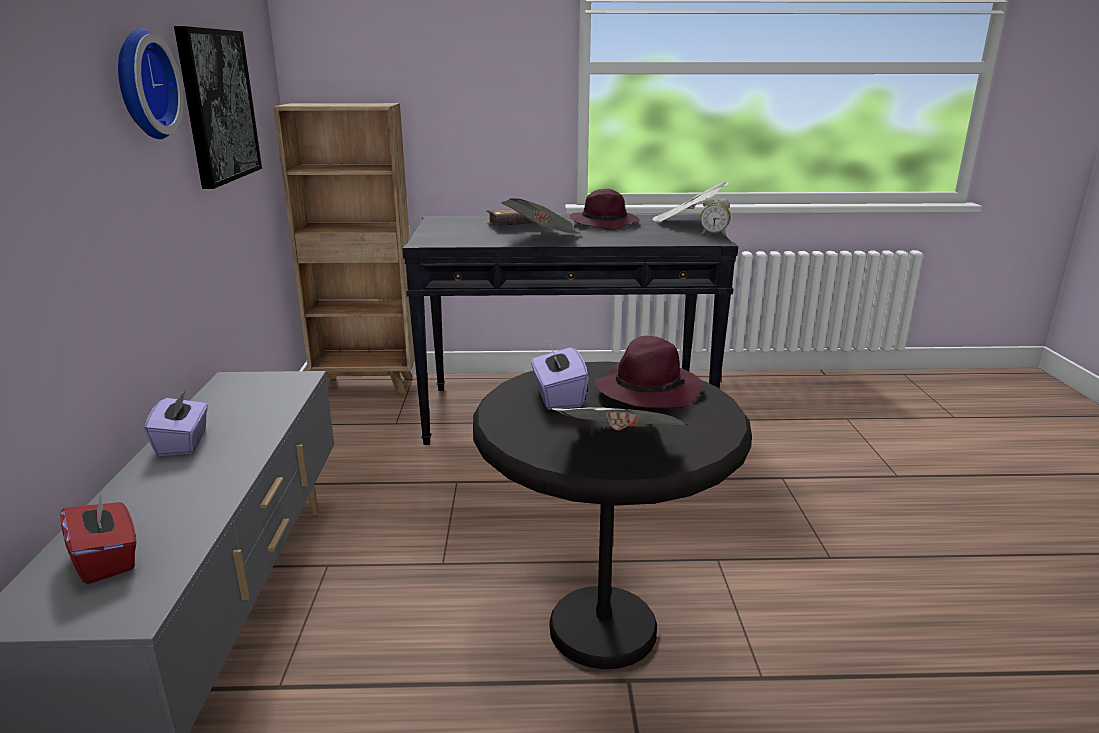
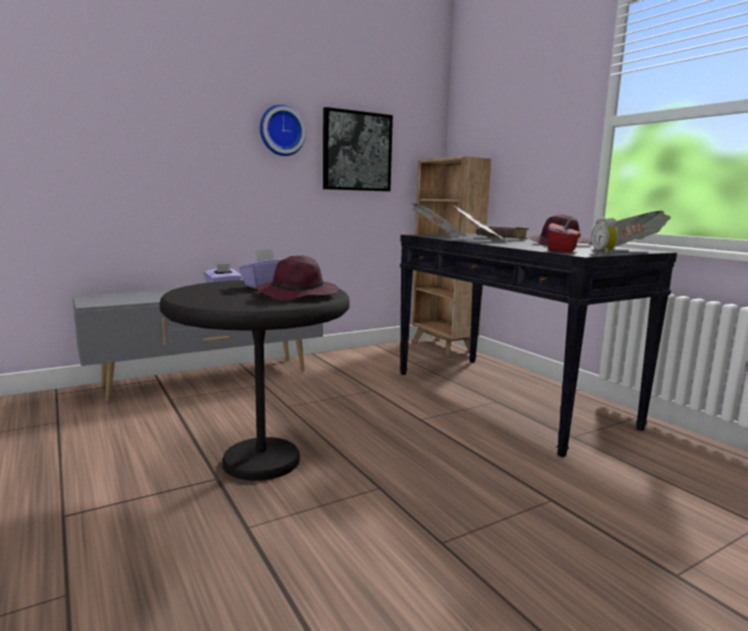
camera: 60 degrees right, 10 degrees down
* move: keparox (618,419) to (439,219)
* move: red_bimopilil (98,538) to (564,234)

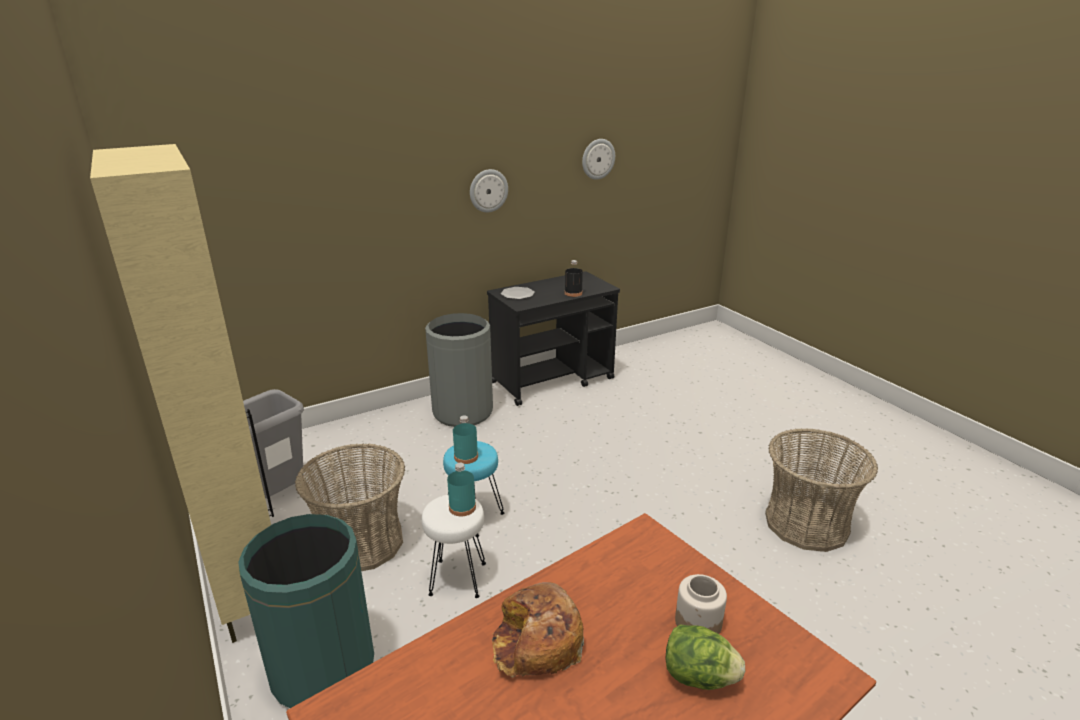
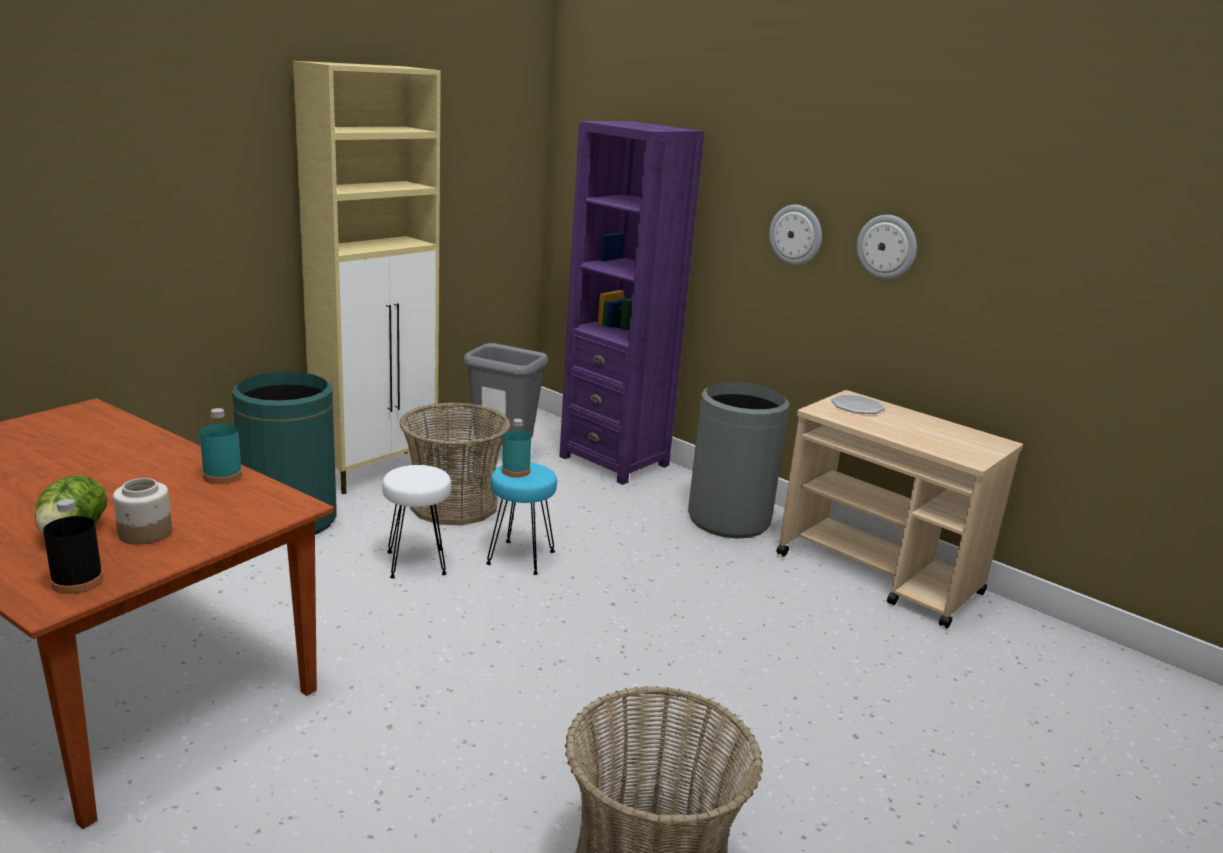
camera: 70 degrees right, 5 degrees down
* move: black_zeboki (574,278) to (73,546)
* move: turquoise_zeboki (461,489) to (221,446)
* insert: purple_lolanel (631,303)
* move: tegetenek (598,159) to (795,235)
* recolor: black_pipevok (553,338) to beige_pipevok (899,509)
* delete: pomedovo (538,630)

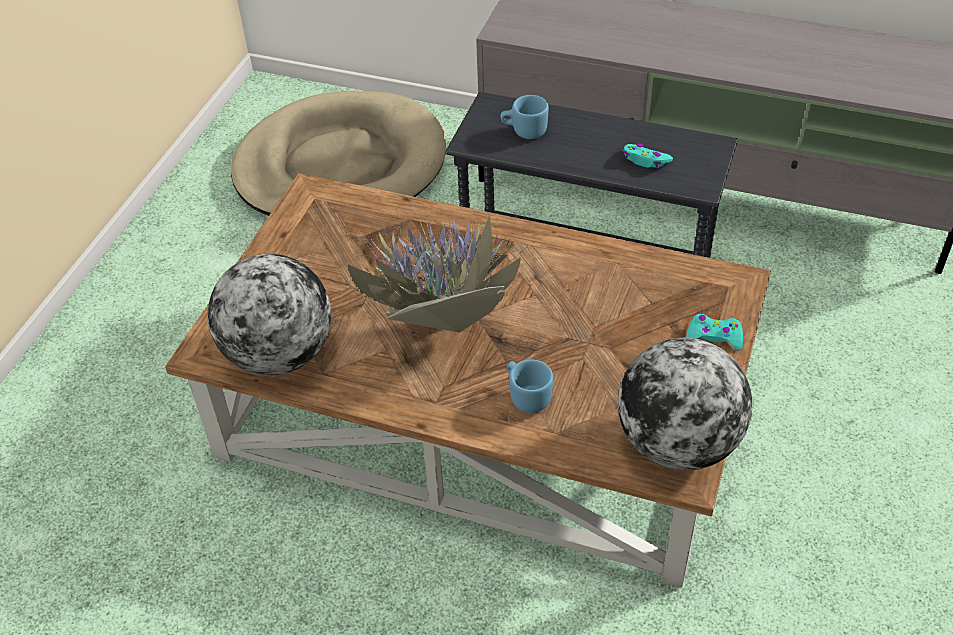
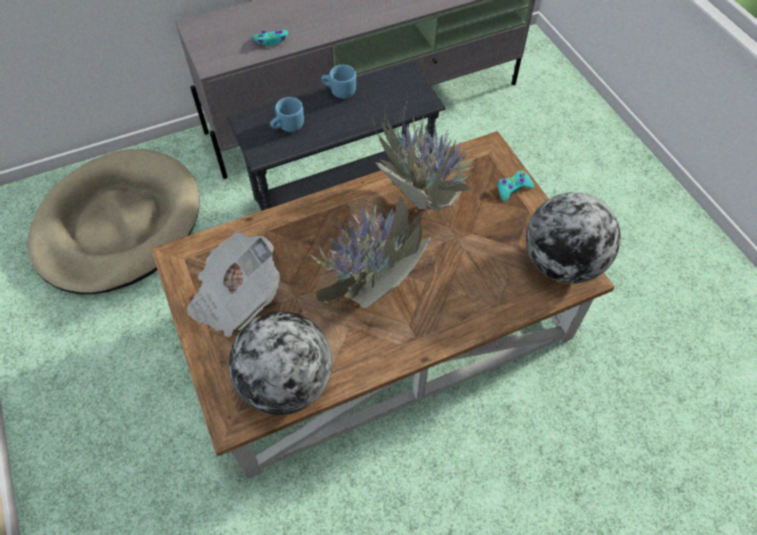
camera: 45 degrees left, 10 degrees up
* insert: keparox (233,284)
* move: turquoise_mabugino (648,155) to (270,38)
* move: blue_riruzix (530,386) to (338,82)
* insert: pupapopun (427,154)

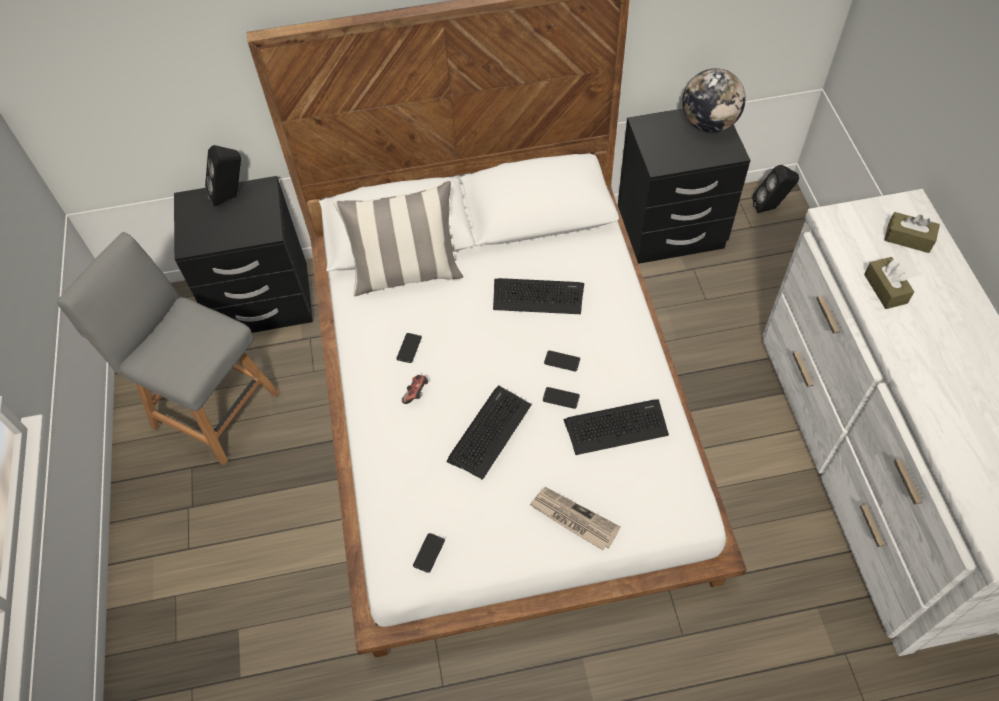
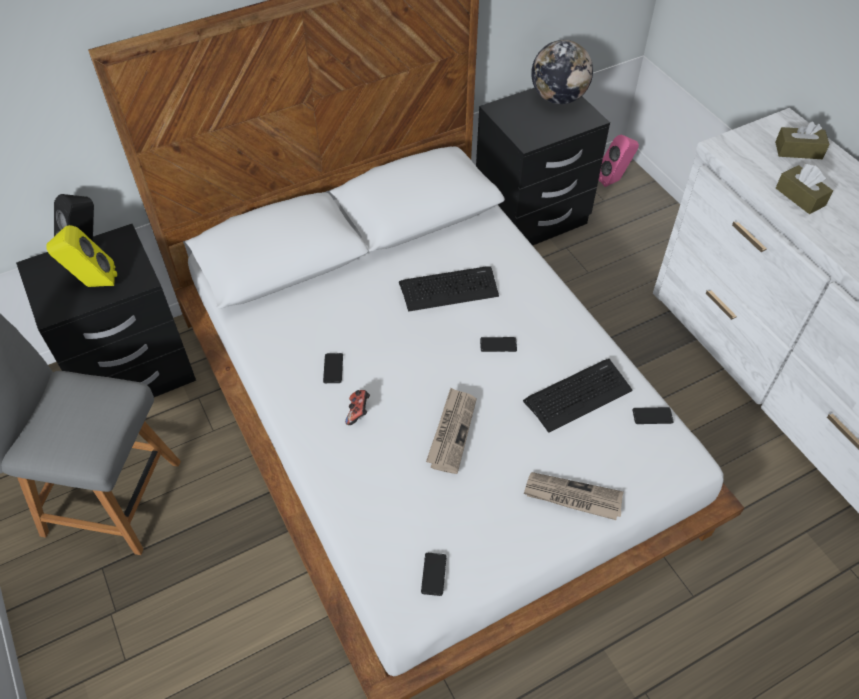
camera: 20 degrees left, 5 degrees down
* insert: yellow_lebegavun (81,256)
* replace: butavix (489,432) to keparox (451,431)
* recolor: black_lebegavun (776,189) to pink_lebegavun (619,160)
* move: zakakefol (561,398) to (653,415)
* delete: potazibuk (398,238)

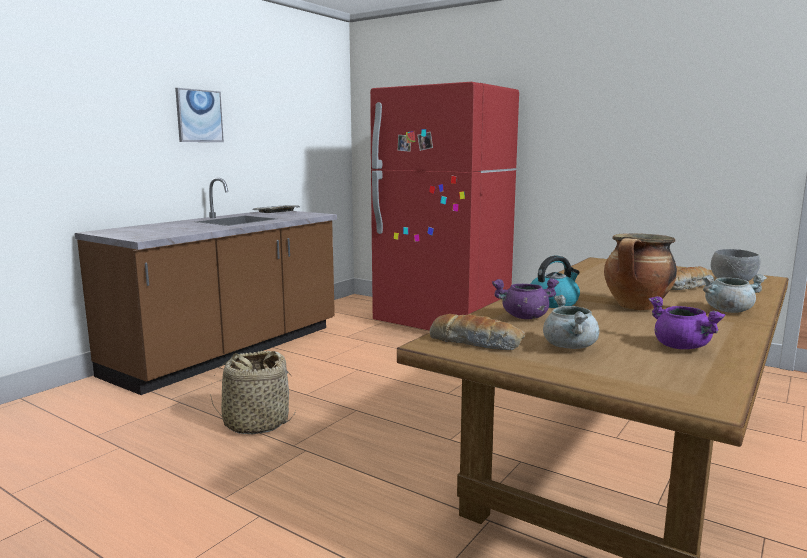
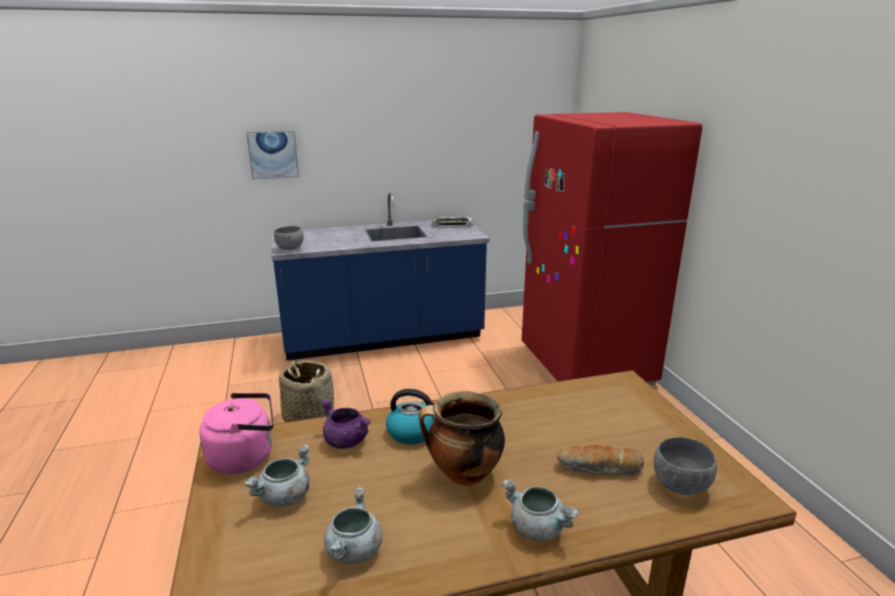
camera: 40 degrees right, 10 degrees up
* replace: pomedovo (477,332) to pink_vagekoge (236,433)
* move: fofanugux (199,115) to (272,154)
* recolor: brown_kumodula (206,286) to blue_kumodula (380,277)
* insert: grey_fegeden (289,238)
* recolor: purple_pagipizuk (687,322) to grey_pagipizuk (353,525)

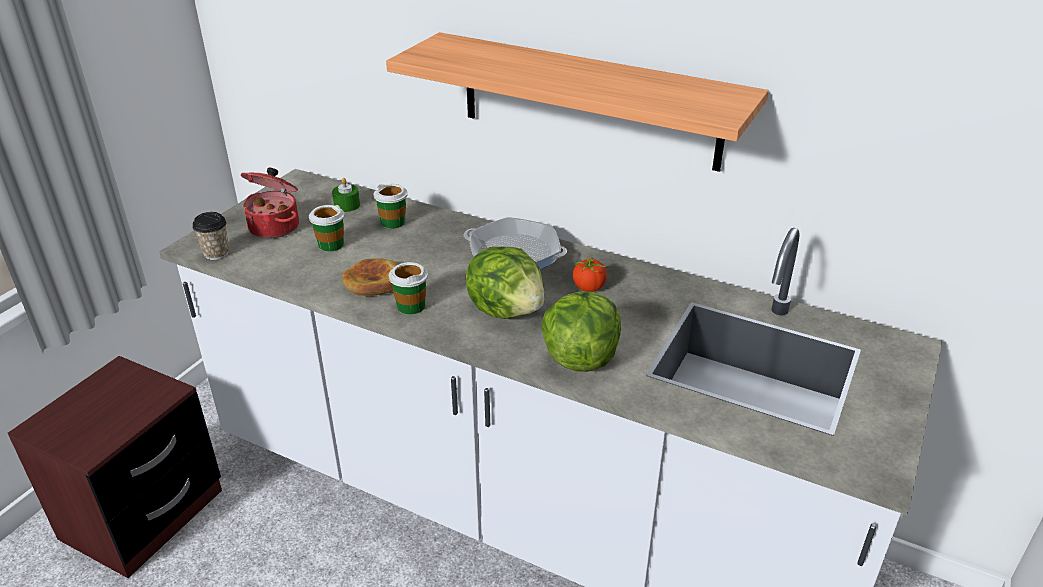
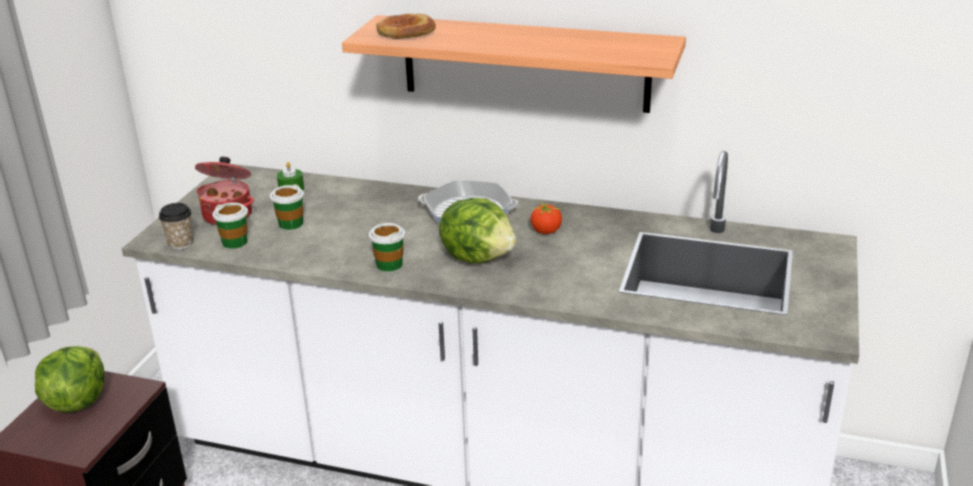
camera: 10 degrees left, 5 degrees down
* move: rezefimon (581,332) to (70,379)
* move: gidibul (391,206) to (230,225)
* move: pomedovo (370,277) to (406,26)

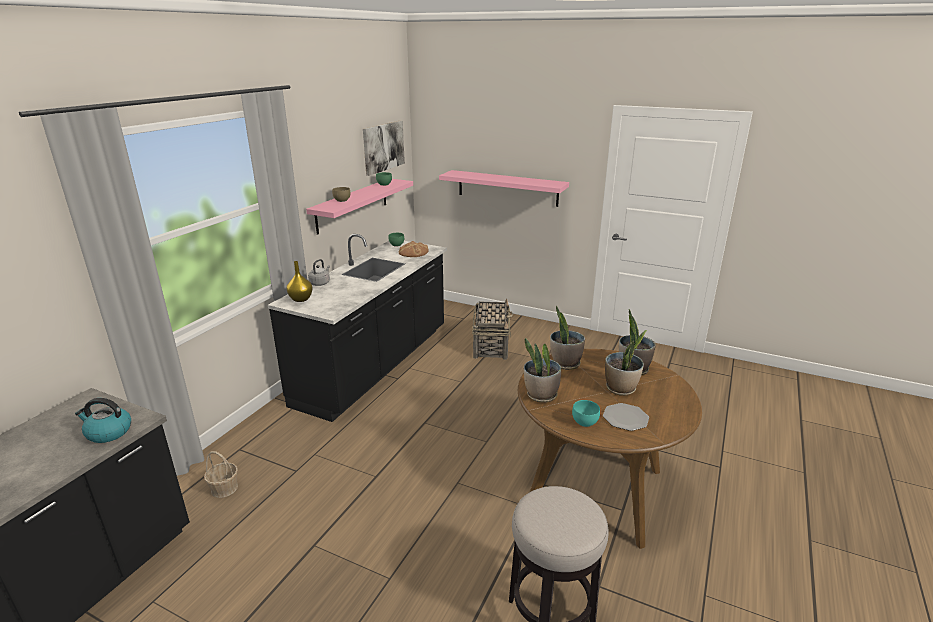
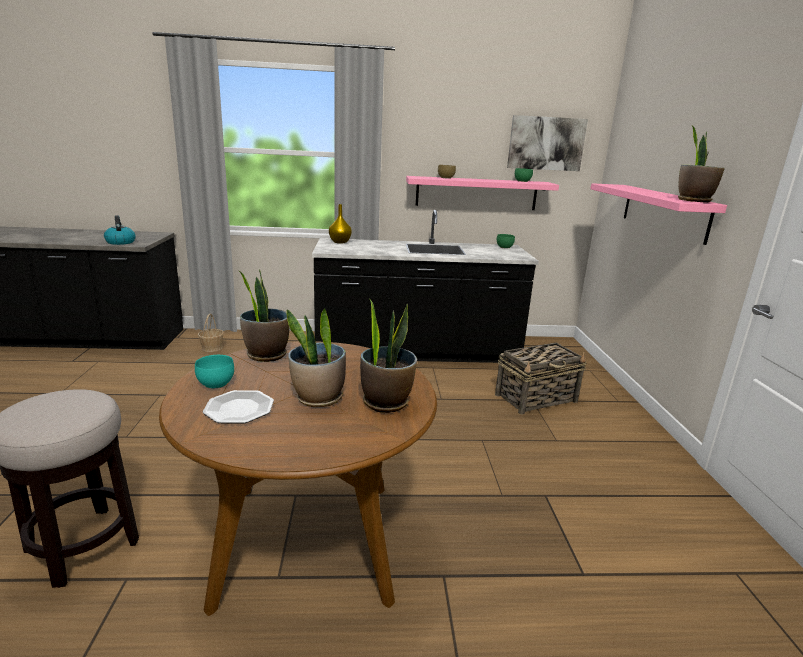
camera: 60 degrees right, 5 degrees down
* move: pupapopun (567,338) to (701,164)
* delete: grey_vagekoge (319,272)
* delete: pomedovo (414,249)

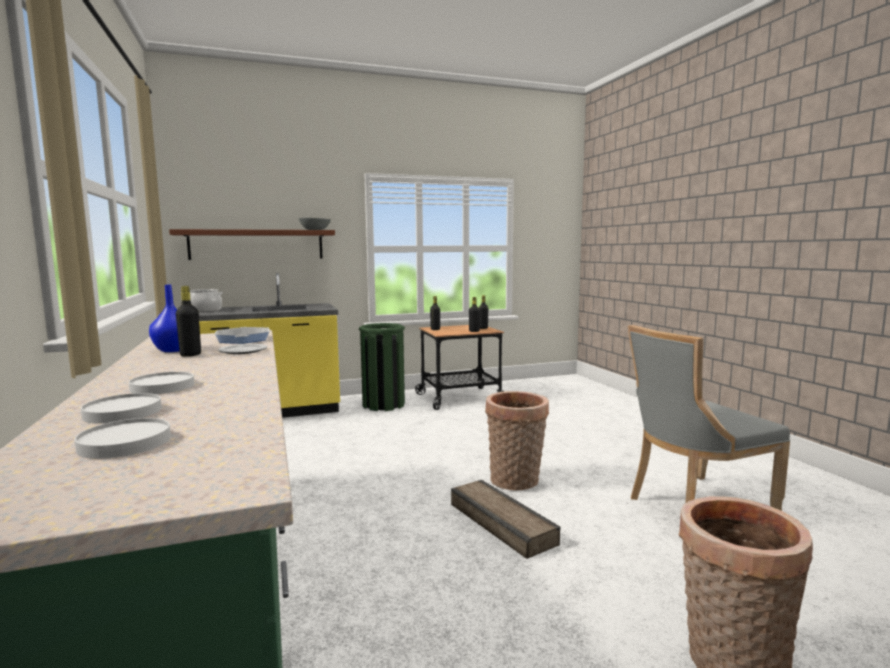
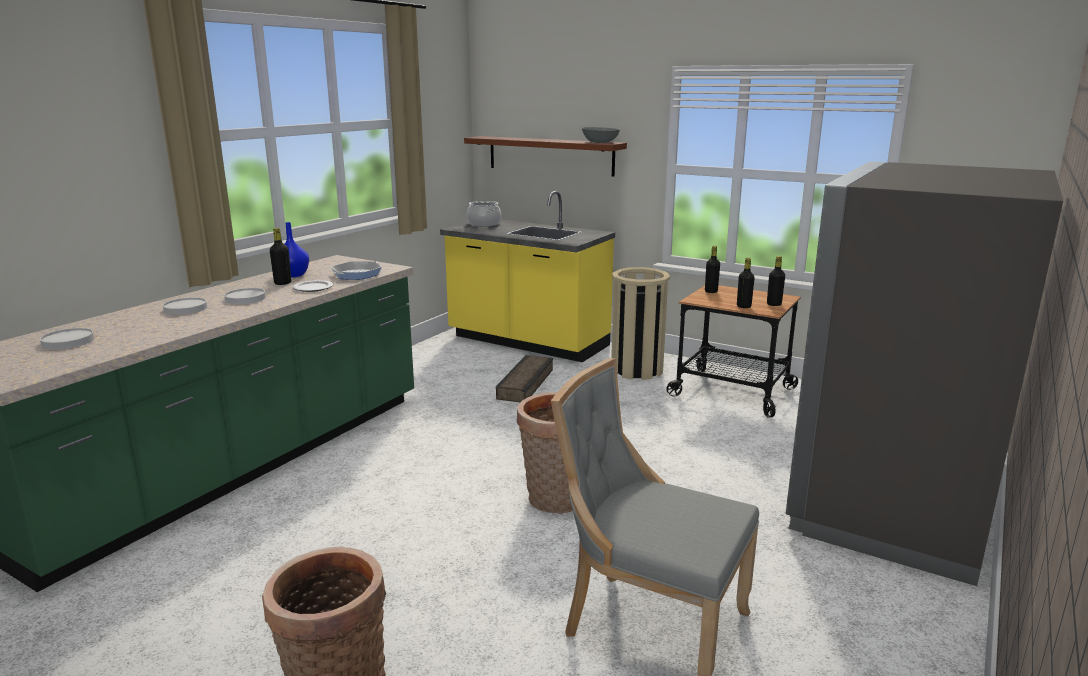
camera: 50 degrees right, 10 degrees up
* move: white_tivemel (121,408) to (245,296)
* move: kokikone (506,519) to (524,378)
* recolor: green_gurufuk (382,367) to beige_gurufuk (640,323)
* insert: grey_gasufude (924,373)

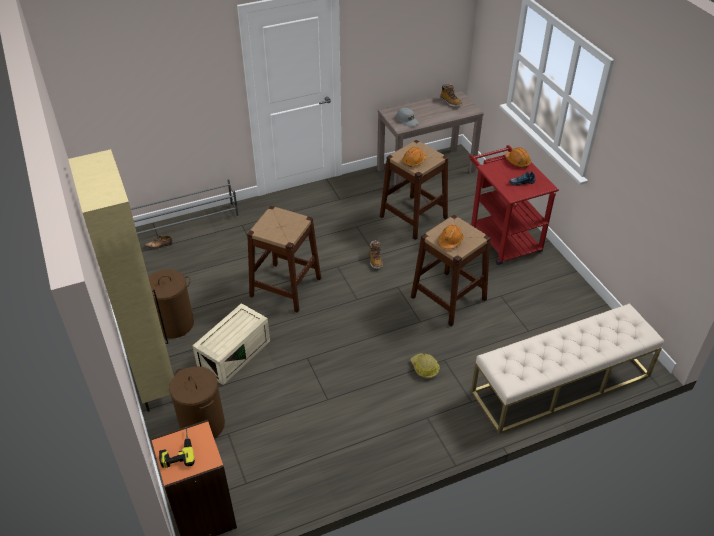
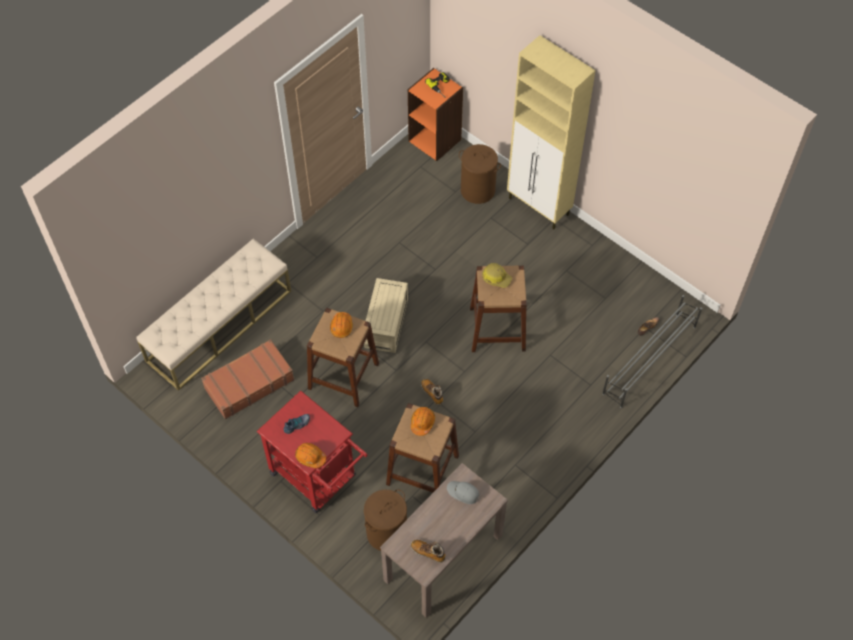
camera: 155 degrees right, 15 degrees up
* insert: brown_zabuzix (247,379)
* move: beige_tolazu (231,344) to (386,315)
* move: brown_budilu (171,304) to (385,520)
* move: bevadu (425,365) to (497,275)

